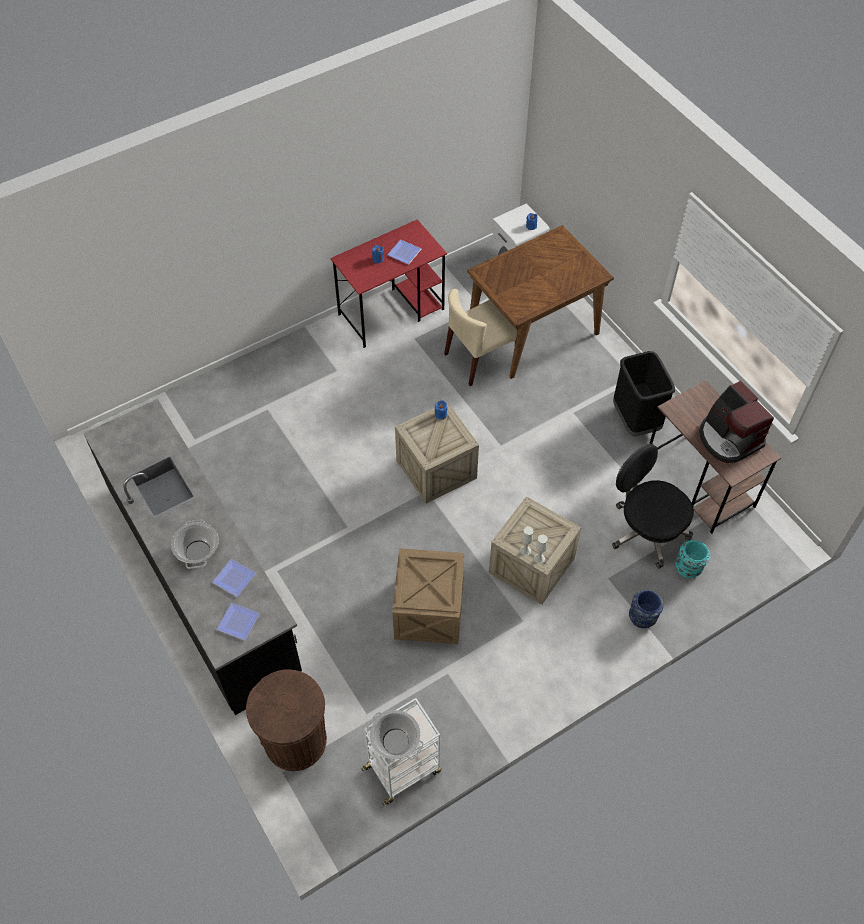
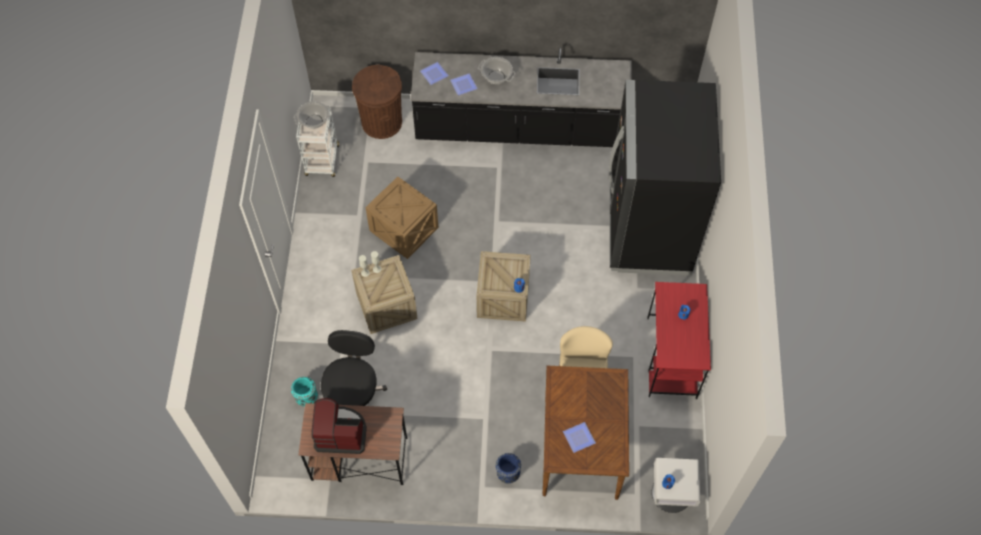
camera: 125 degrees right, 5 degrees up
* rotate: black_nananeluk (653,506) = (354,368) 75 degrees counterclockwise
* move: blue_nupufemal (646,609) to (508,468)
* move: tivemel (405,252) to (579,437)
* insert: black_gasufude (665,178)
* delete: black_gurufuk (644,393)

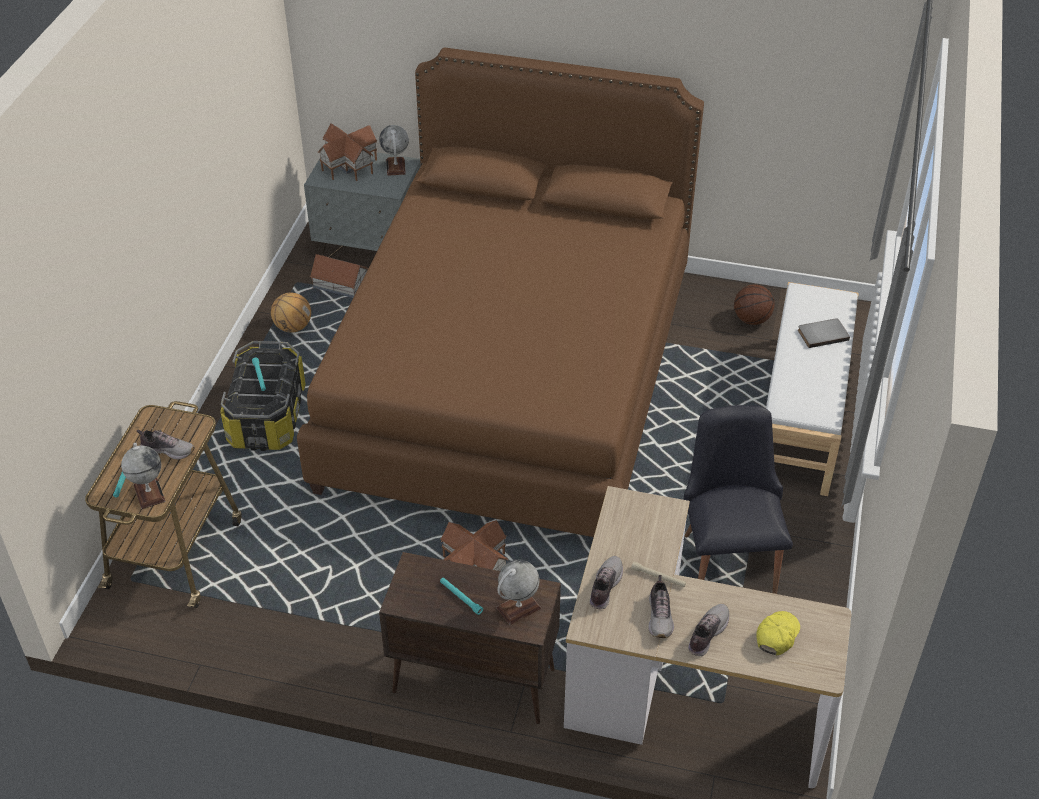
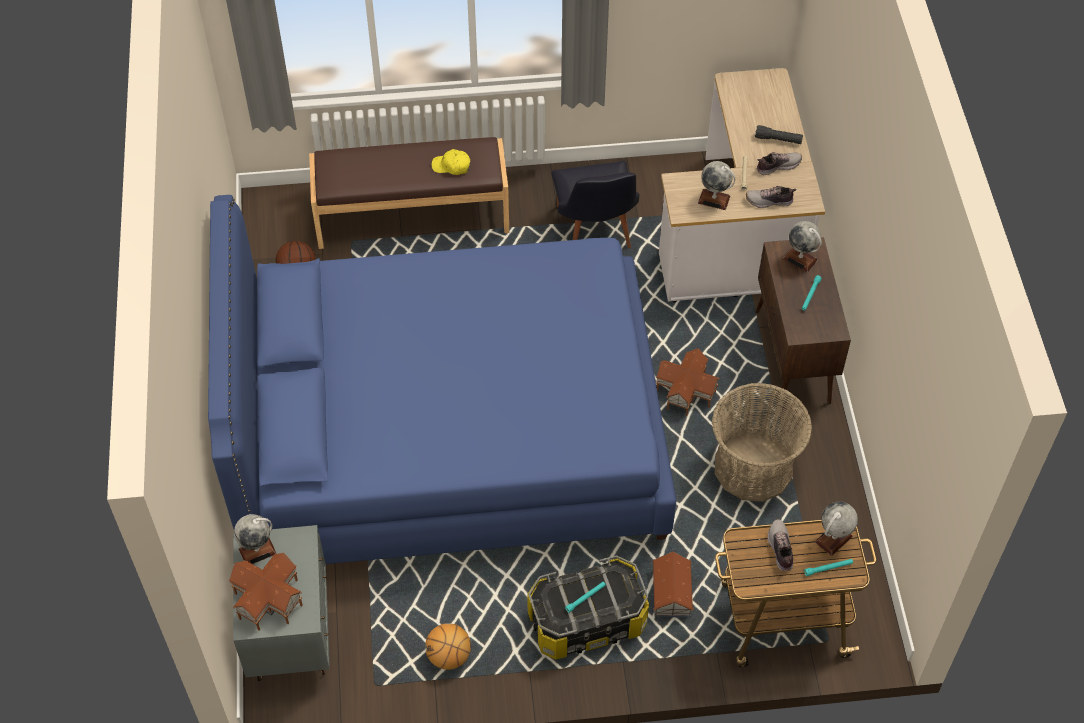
camera: 110 degrees left, 10 degrees up
* recolor: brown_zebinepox (500,292) to blue_zebinepox (442,379)
* recolor: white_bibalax (812,389) to brown_bibalax (409,193)
* move: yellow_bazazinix (778,633) to (451,162)
* rotate: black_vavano (738,499) = (595,205) 75 degrees counterclockwise
* move: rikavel (339,276) to (673,585)
* insert: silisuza (716,185)
* insert: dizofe (762,442)
* replace: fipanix (708,630) to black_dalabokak (779,134)
* delete: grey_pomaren (824,333)

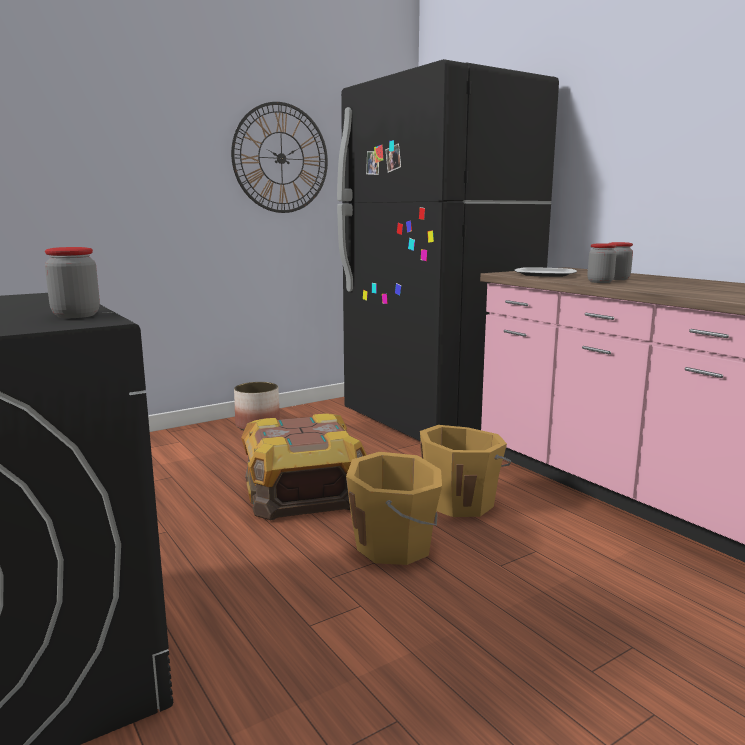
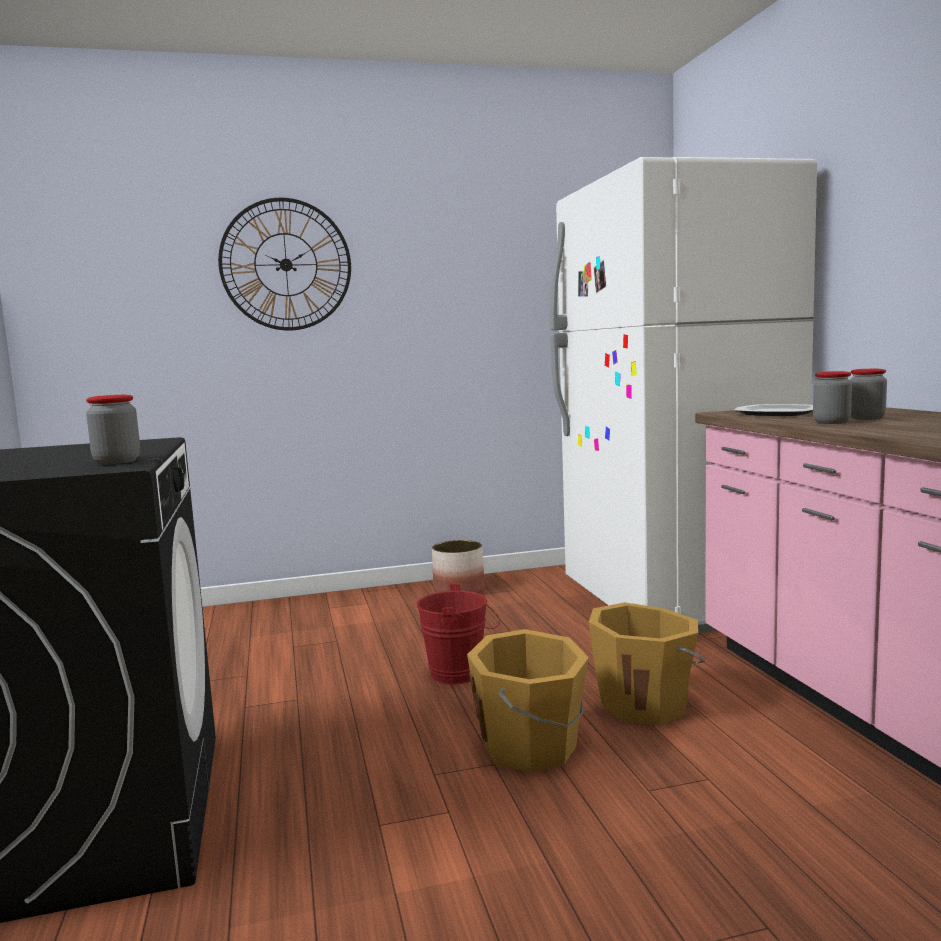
camera: 20 degrees right, 5 degrees down
* move: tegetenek (279,157) to (284,264)
* replace: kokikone (304,466) to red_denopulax (458,634)
* recolor: black_gasufude (448,250) to white_gasufude (683,395)

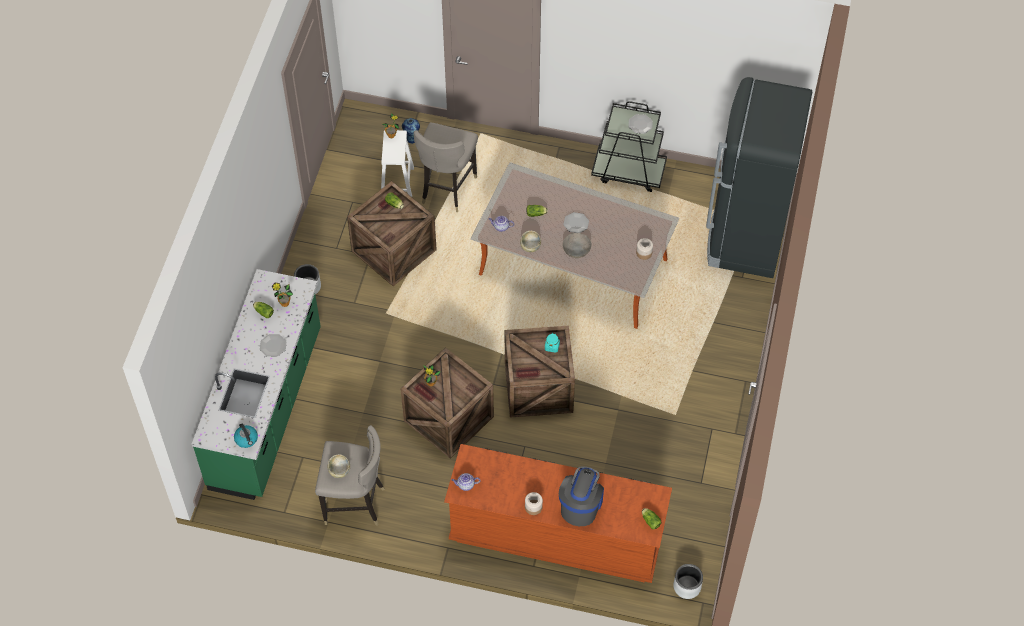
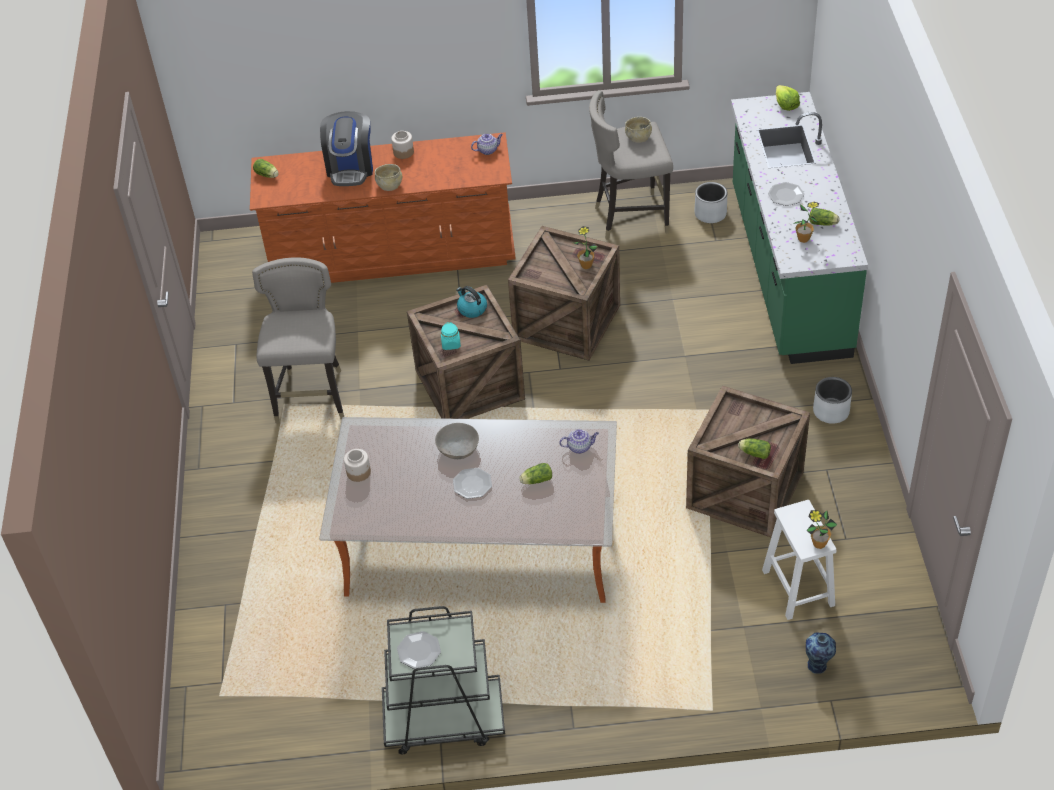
camera: 165 degrees right, 10 degrees down
* move: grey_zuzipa (446,167) to (298,340)
* move: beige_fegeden (530,241) to (388,177)
* move: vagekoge (246,436) to (471,302)
* move: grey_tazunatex (688,581) to (710,202)
* insert: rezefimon (788,98)
* delete: black_gasufude (759,177)

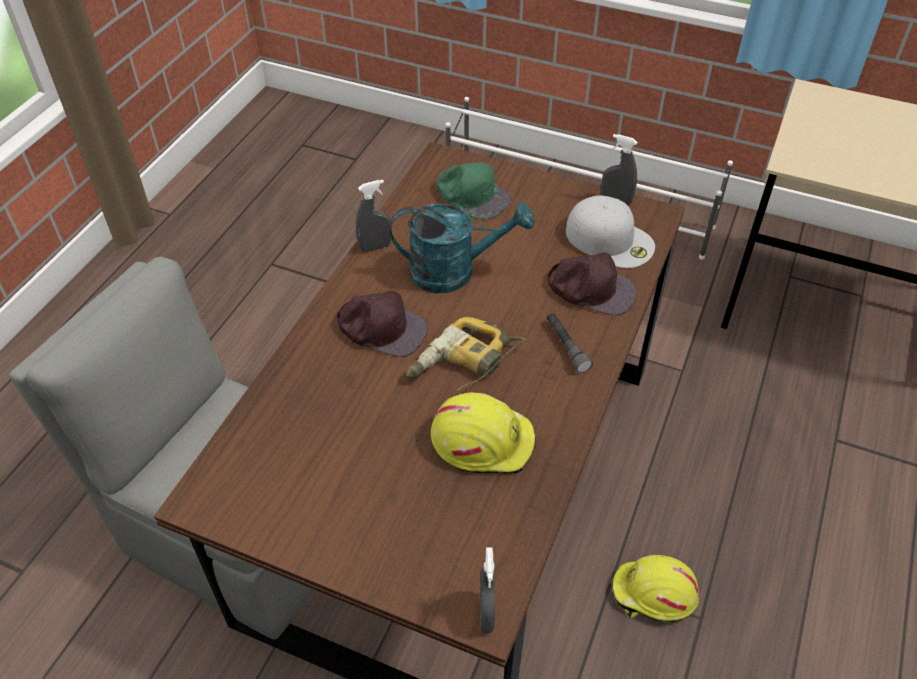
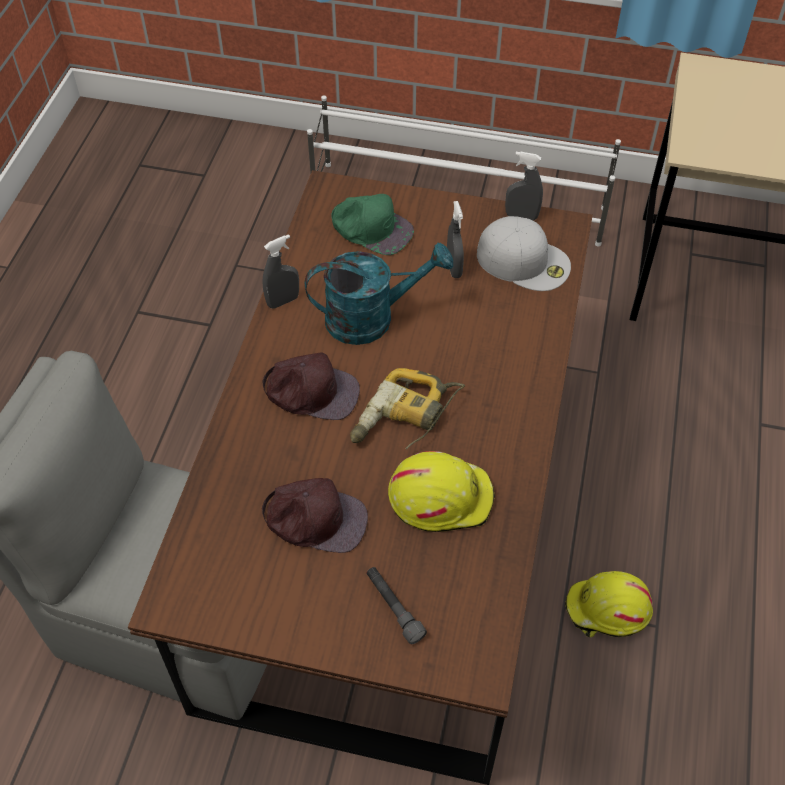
camera: 10 degrees left, 5 degrees up
* move: brown_bazazinix (592,283) to (315,515)
* move: grey_dalabokak (570,343) to (396,605)
* move: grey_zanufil (487,590) to (455,239)

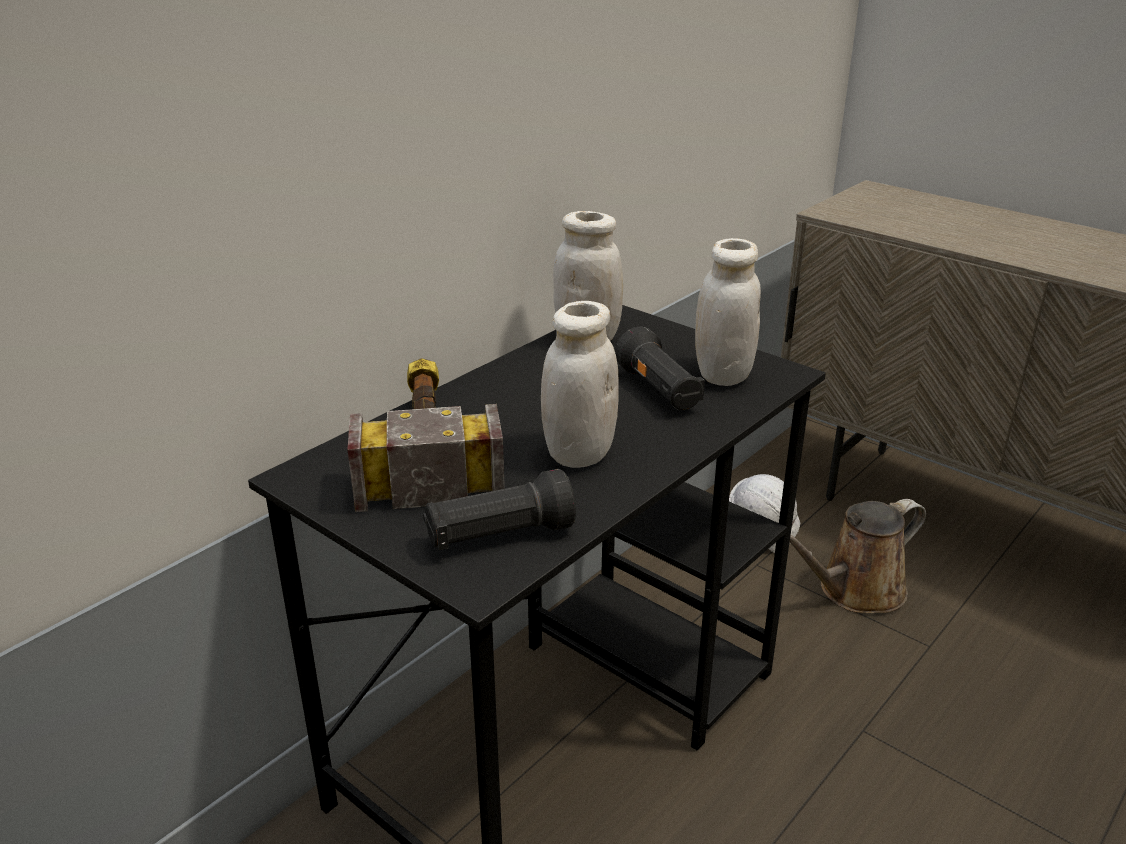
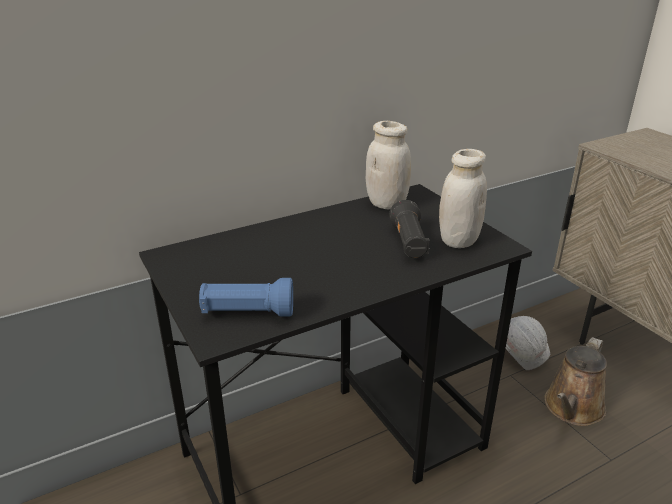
camera: 20 degrees right, 0 degrees up
* recolor: black_dalabokak (499,509) to blue_dalabokak (246,297)
* rotate: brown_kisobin (858,556) = (575,381) 45 degrees counterclockwise
* delete: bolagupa (426,435)
* delete: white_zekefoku (580,384)

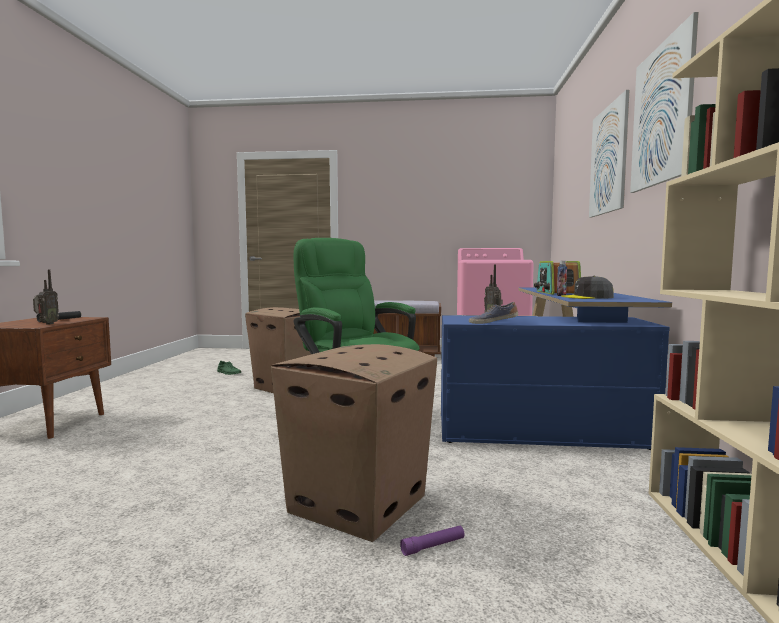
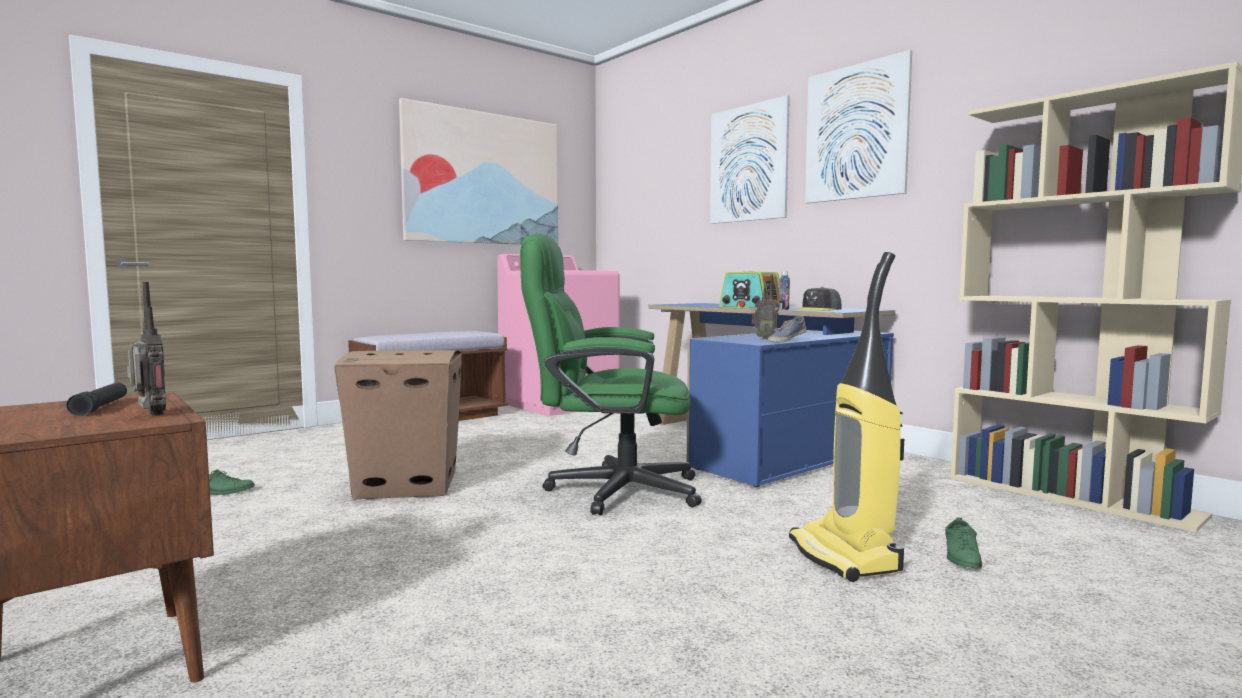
camera: 45 degrees left, 0 degrees up
* insert: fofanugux (478,171)
* replace: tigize (354,443) to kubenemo (846,417)
* replace: purple_dalabokak (432,541) to green_fipanix (963,543)

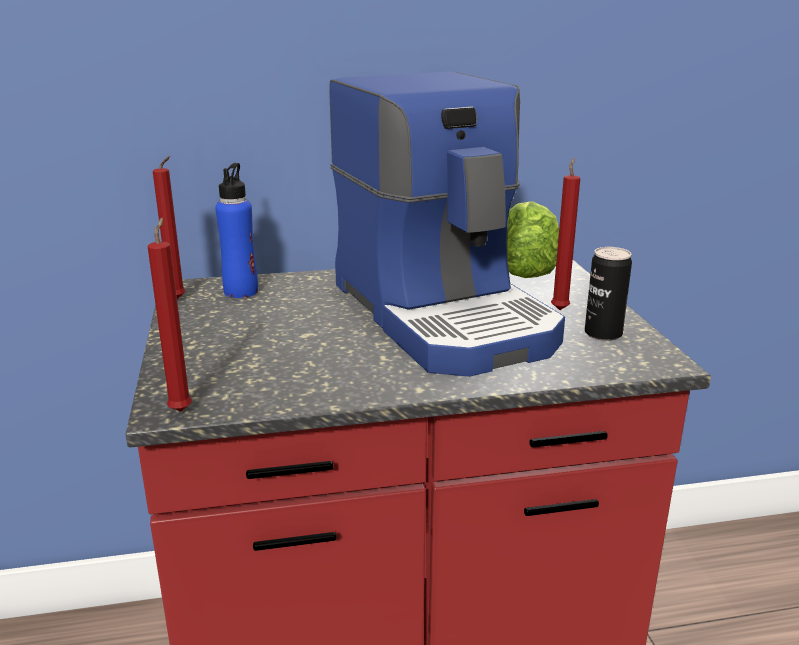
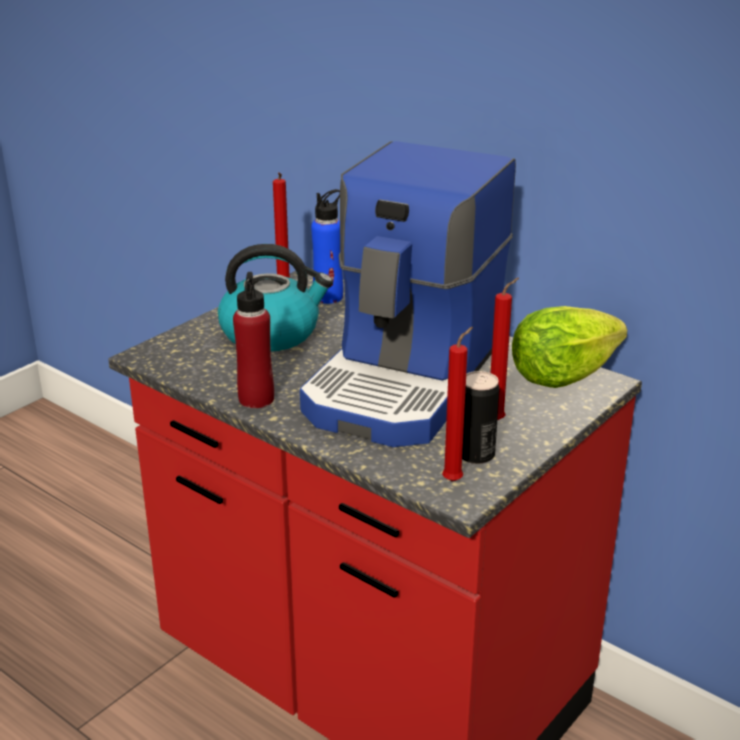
camera: 50 degrees right, 5 degrees up
* insert: vagekoge (275,297)
* insert: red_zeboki (253,340)
* move: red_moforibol (170,314) to (457,404)

